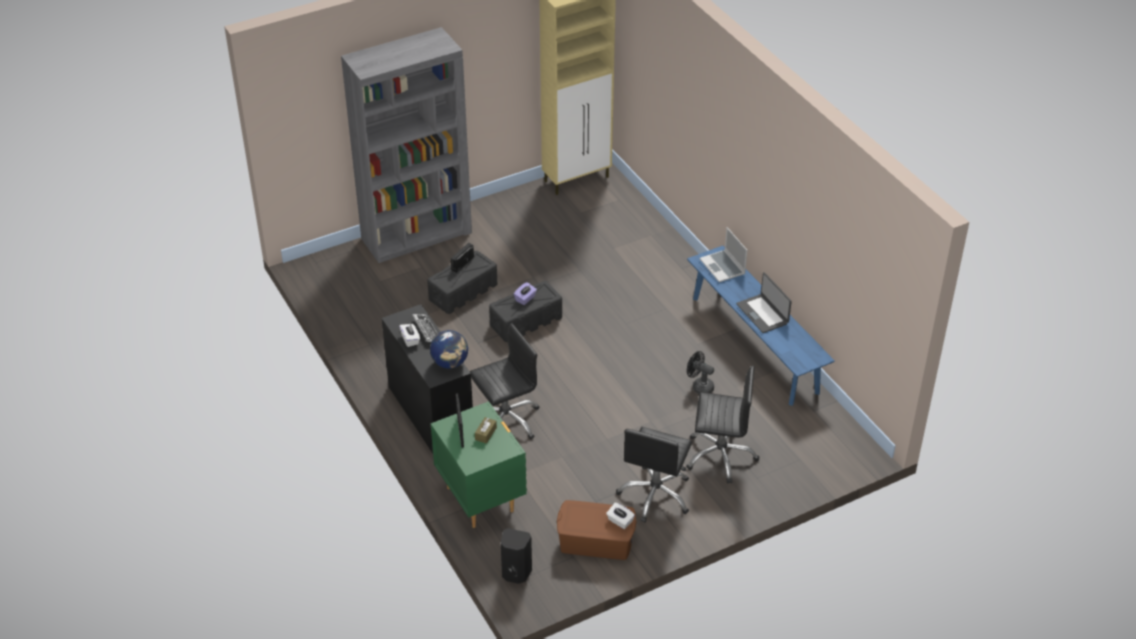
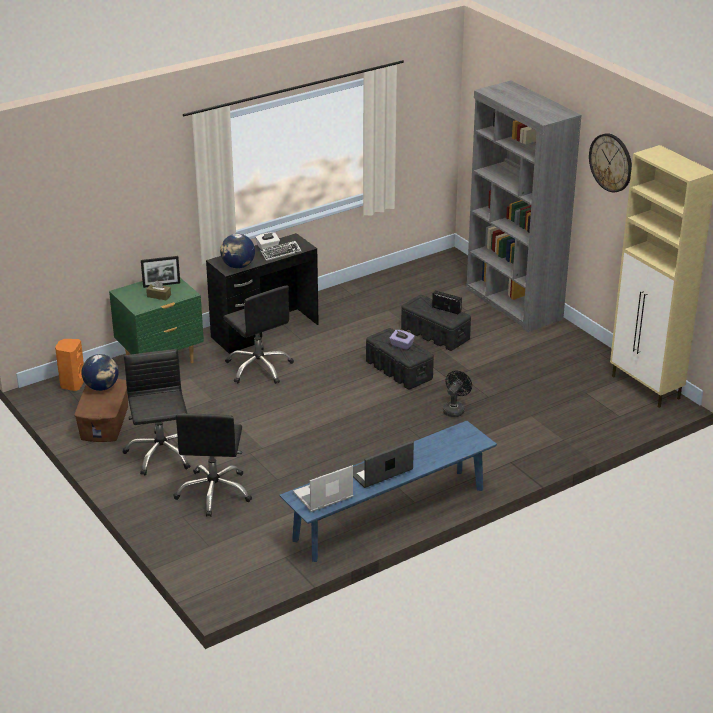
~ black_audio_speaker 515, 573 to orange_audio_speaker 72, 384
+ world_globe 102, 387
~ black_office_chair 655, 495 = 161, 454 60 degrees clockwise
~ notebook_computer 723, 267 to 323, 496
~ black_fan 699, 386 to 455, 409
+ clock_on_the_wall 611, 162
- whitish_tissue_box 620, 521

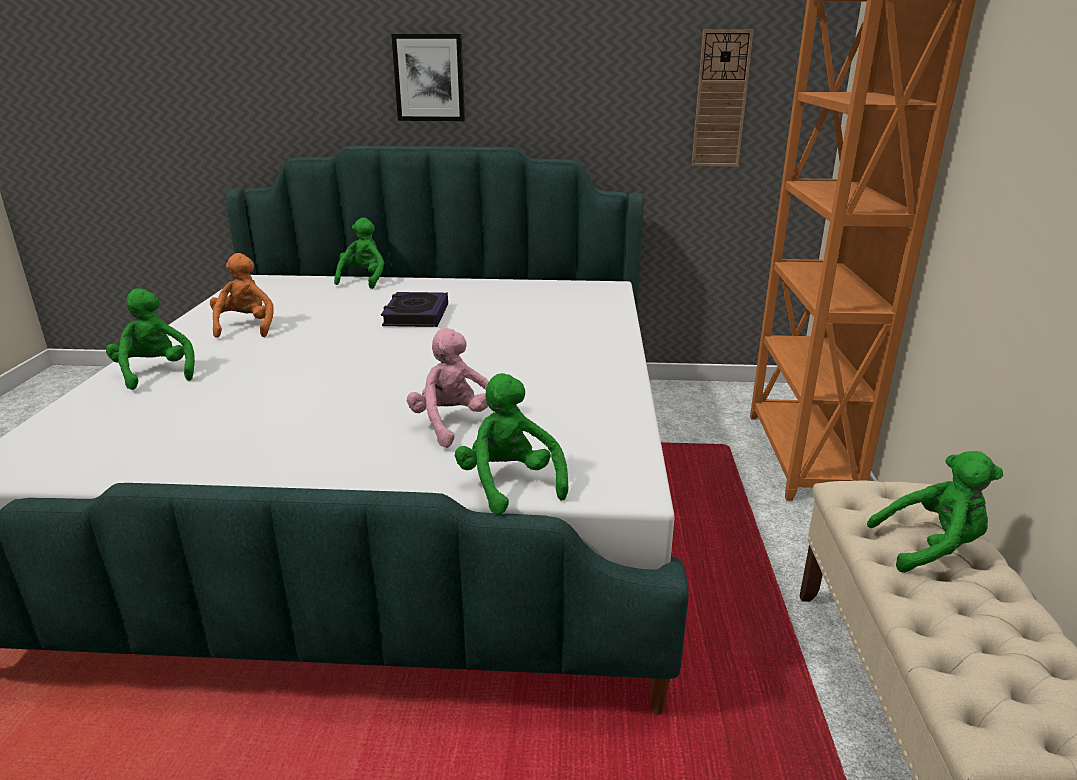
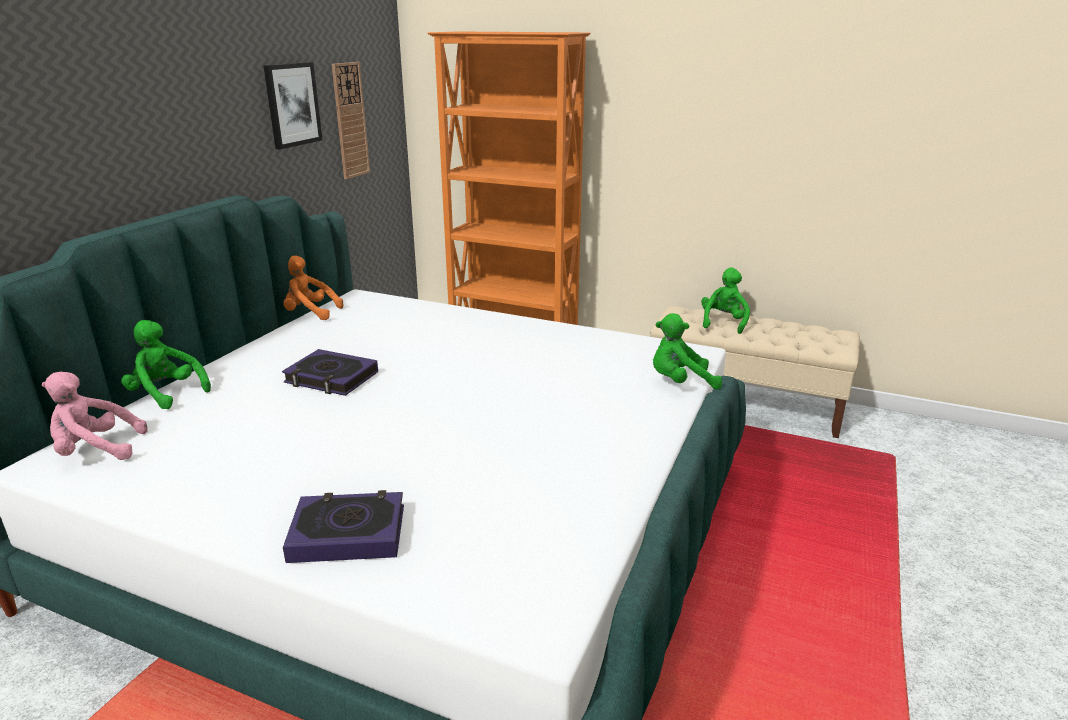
~ pinkish_cuddly_toy 455, 425 to 96, 451
~ wall_art 429, 78 to 292, 104
~ orange_cuddly_toy 245, 327 to 309, 313
~ greenish_cuddly_toy 156, 373 to book 348, 533

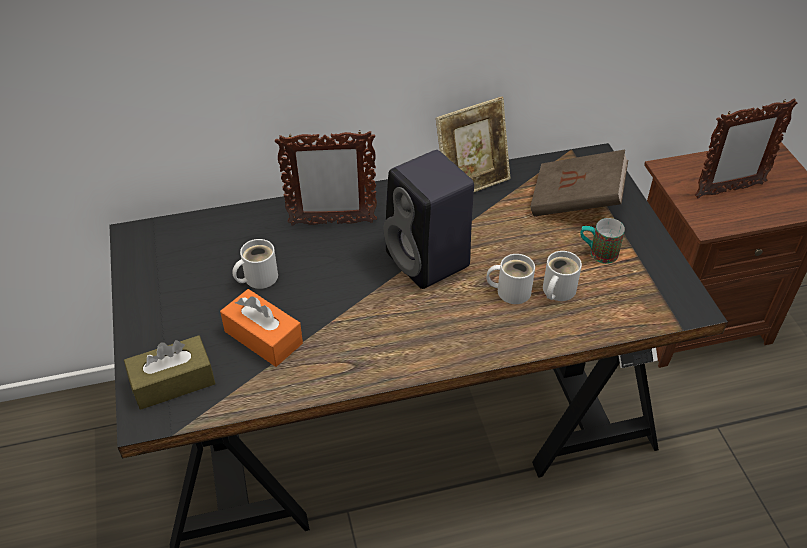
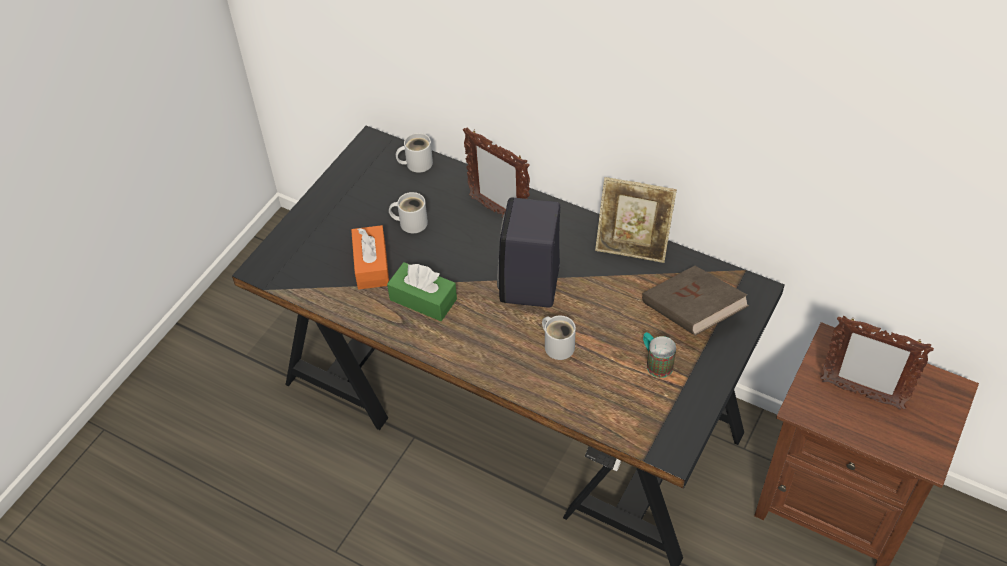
+ greenish_tissue_box 423, 299
~ whitish_coffee_mug 556, 290 to 416, 163
- brown_tissue_box 173, 382

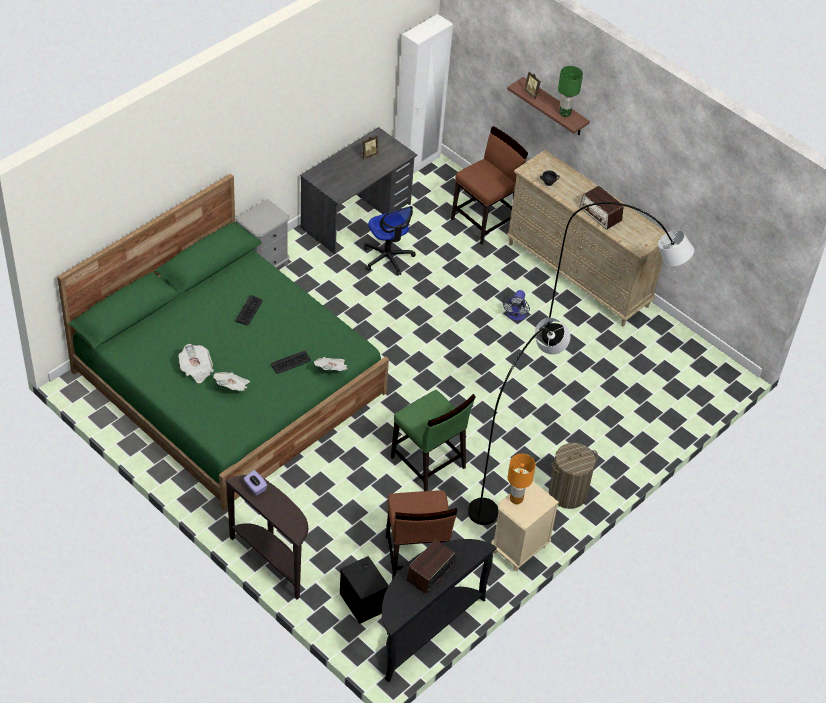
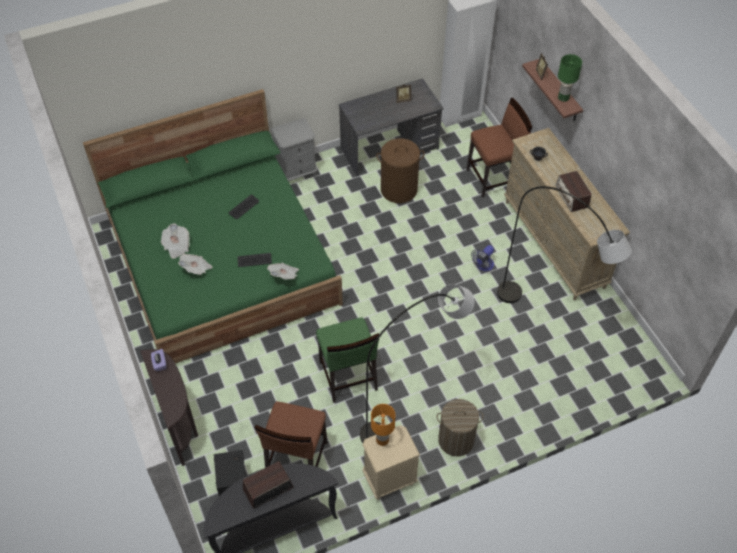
~ office_chair 388, 258 to brown_washing_basket 398, 190

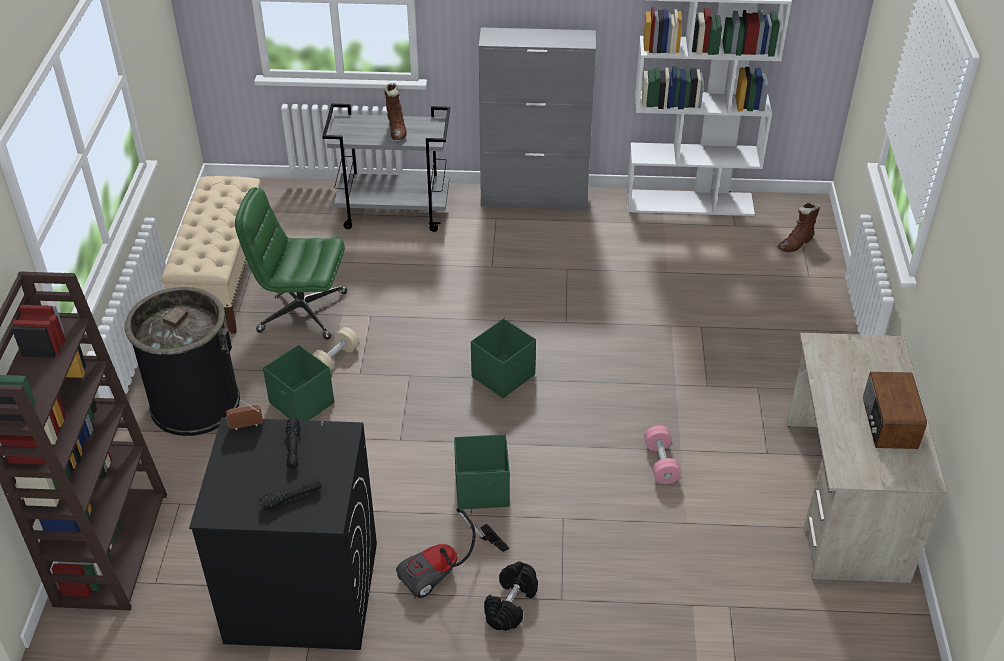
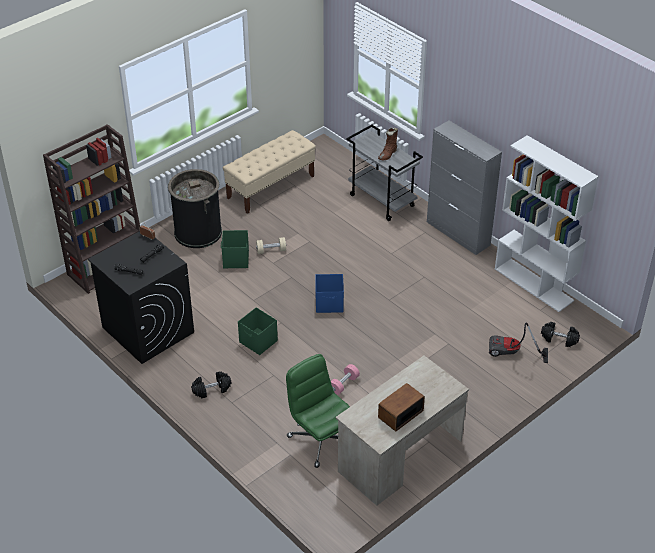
~ greenish_office_chair 301, 312 to 321, 440
~ greenish_storage_container 504, 375 to blue-coloured_storage_container 329, 304
~ vacuum_cleaner 446, 571 to 512, 353
~ brown_tall_boot 796, 244 to black_hand_weight 559, 339

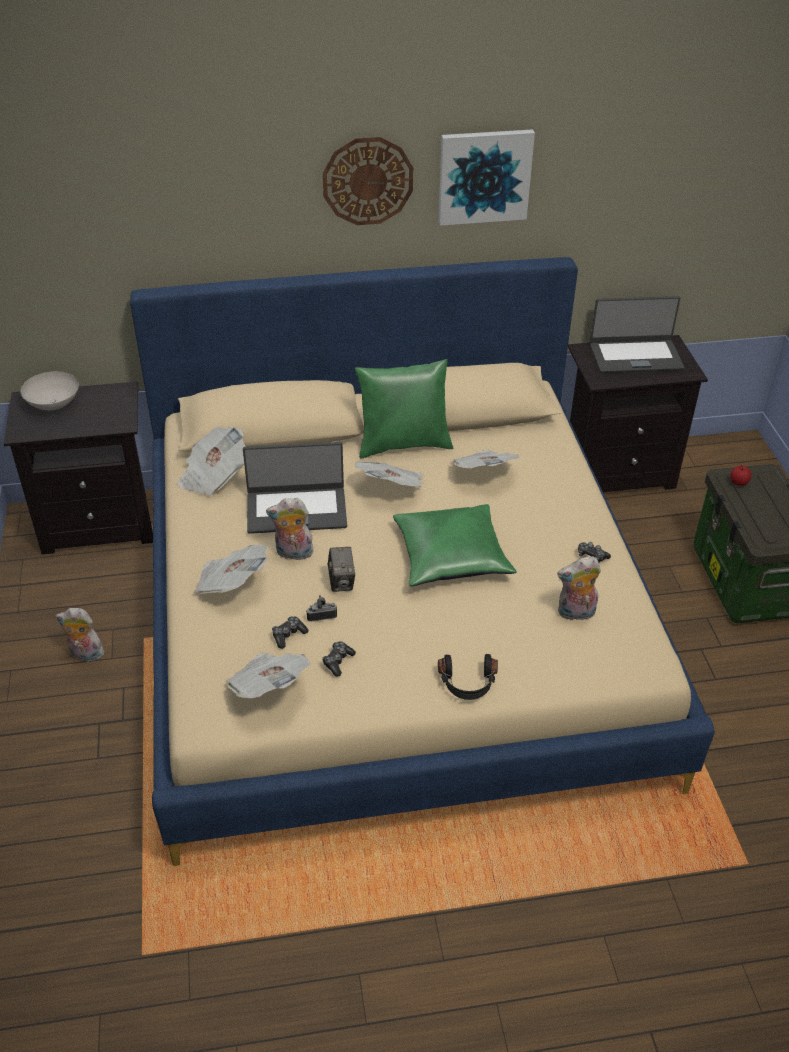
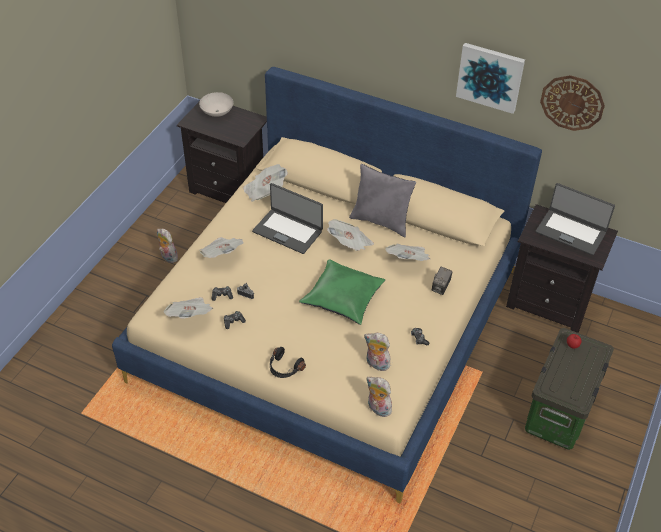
~ greenish_throw_pillow 404, 444 to greyish_throw_pillow 381, 221
~ cuddly_toy 293, 554 to 377, 409
~ still_camera 341, 582 to 440, 288
~ clock_on_the_wall 367, 181 to 572, 102

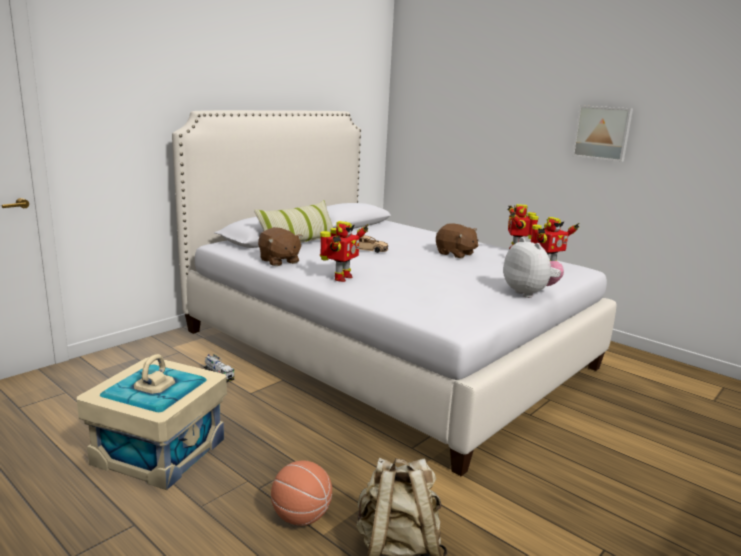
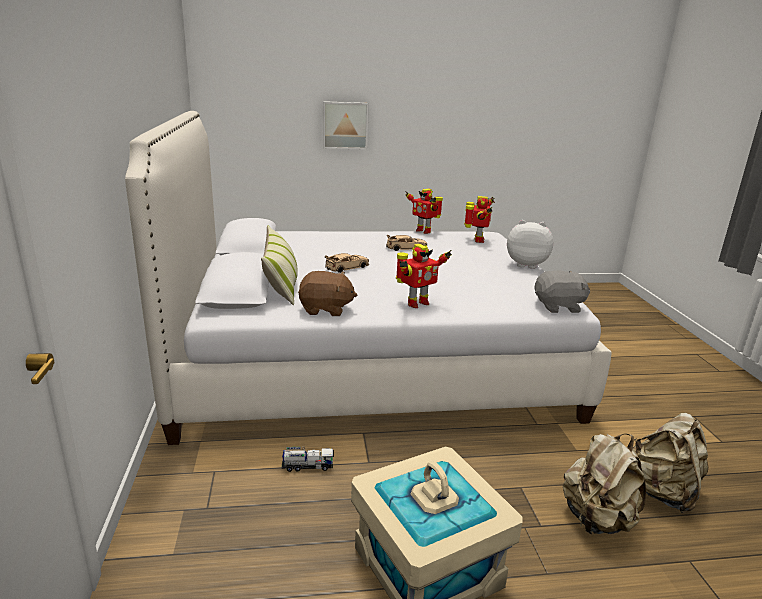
~ wall_art 602, 133 to 345, 125
~ brown_cuddly_toy 455, 254 to beige_model_car 406, 248
~ toy_robot 341, 278 = 416, 303 75 degrees clockwise
+ greyish_cuddly_toy 558, 307
~ basketball 301, 517 to beige_backpack 597, 519

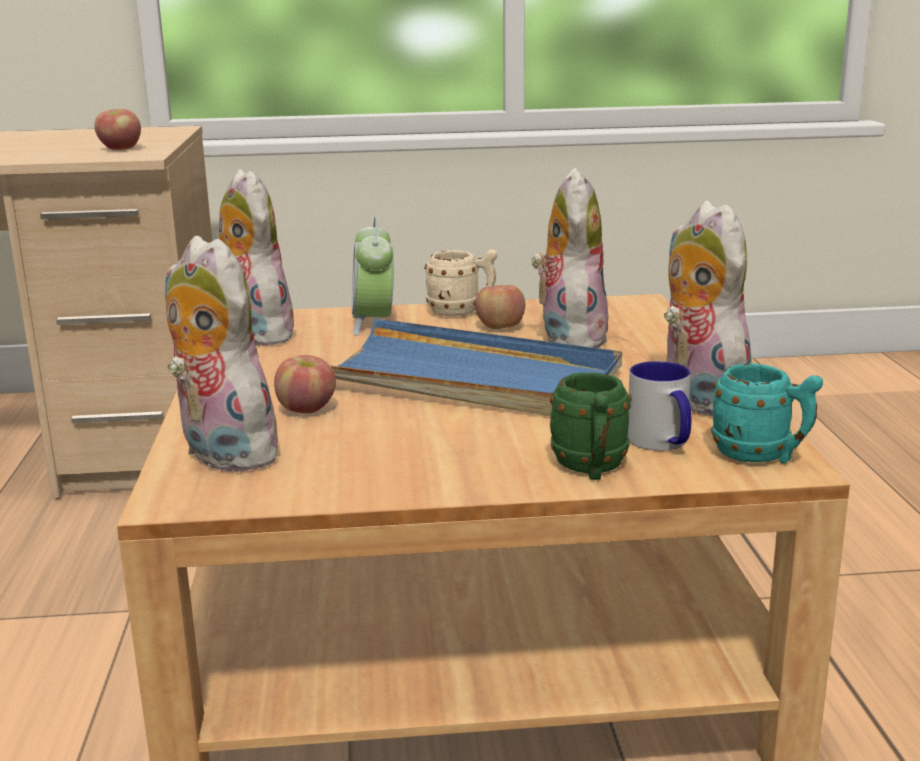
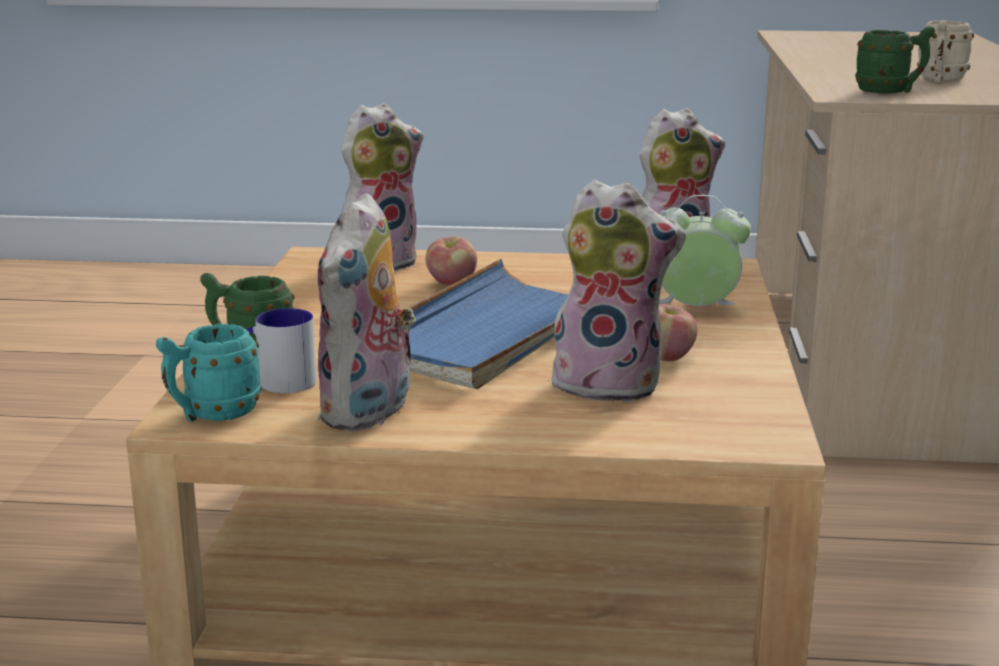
~ cuddly_toy 697, 400 = 369, 413 120 degrees clockwise
~ apple_fruit 120, 149 to greenish_coffee_mug 890, 92
~ beige_coffee_mug 462, 312 to 940, 80

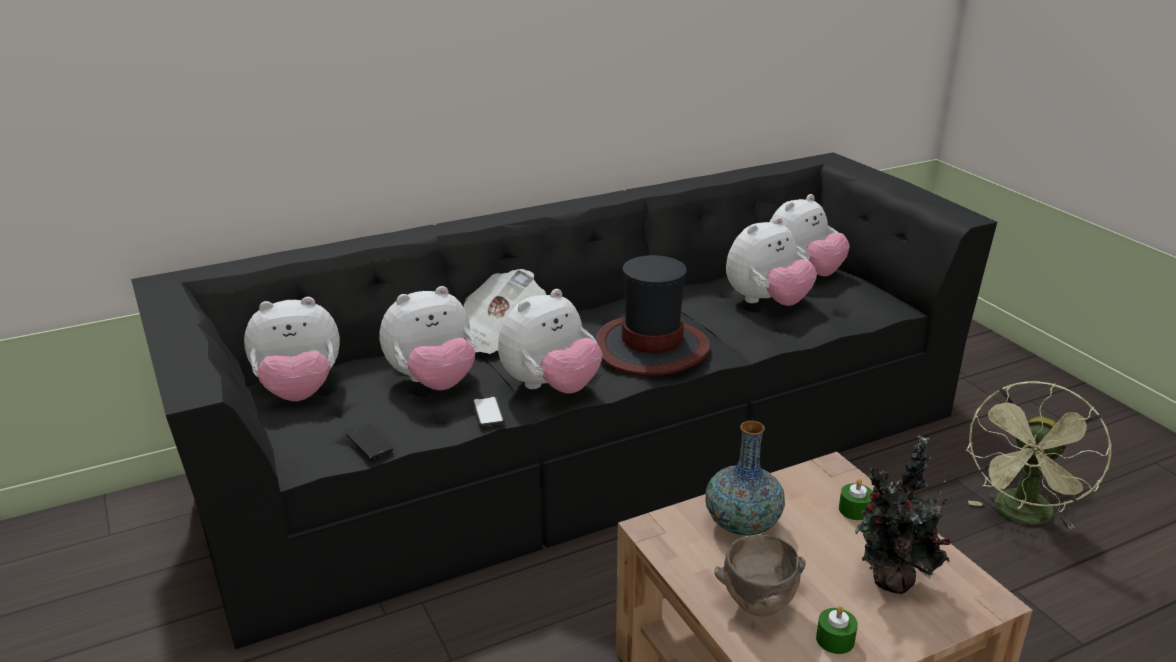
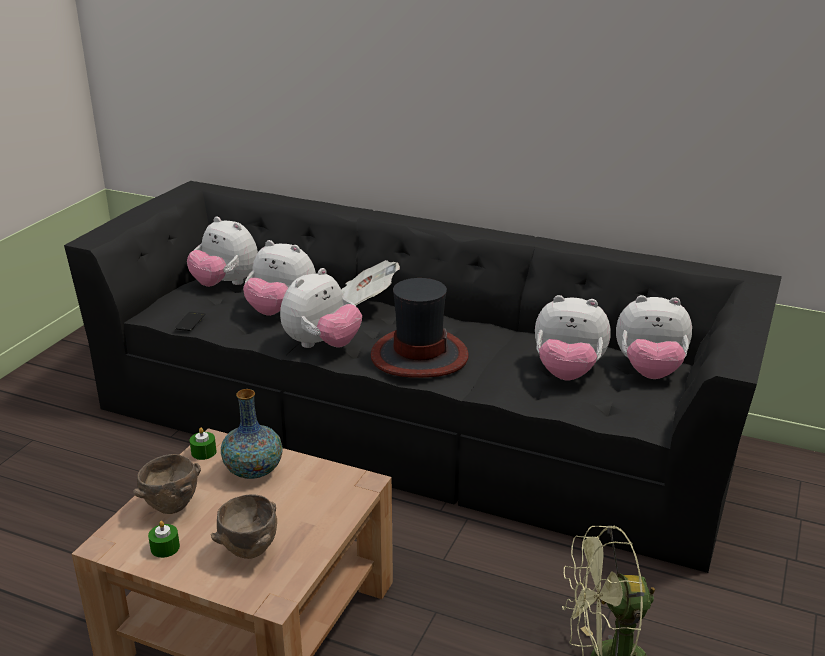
~ greenish_candle 855, 510 to 203, 452
~ potted_plant 891, 583 to brown_bowl 249, 551
~ cuddly_toy 550, 387 = 322, 345 60 degrees counterclockwise
- phone 488, 412

